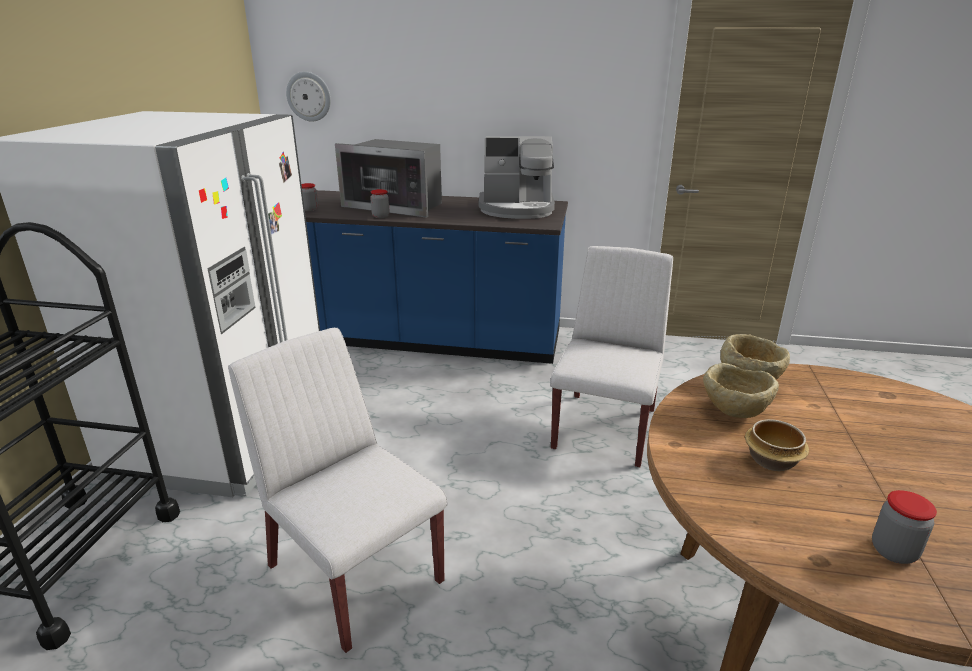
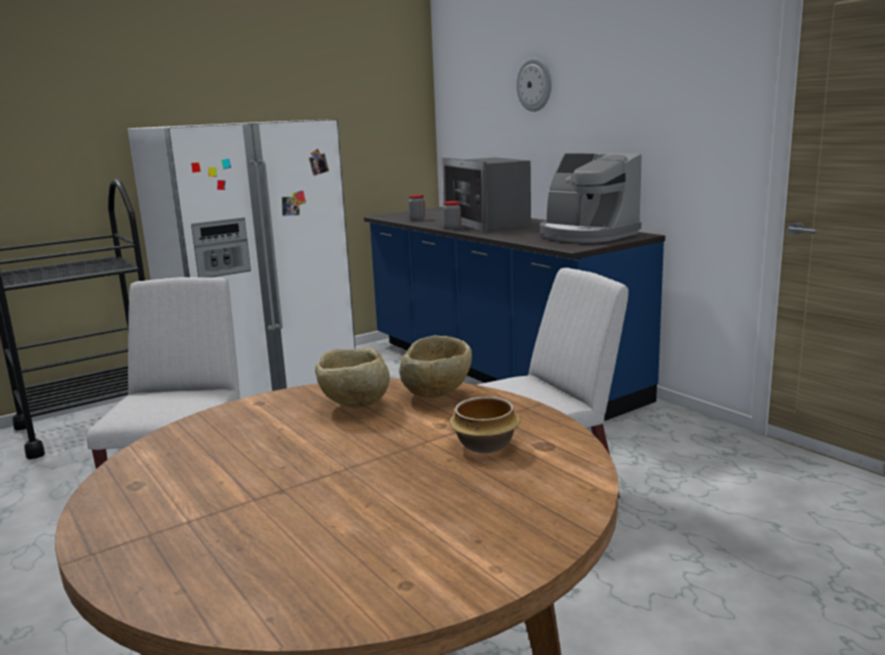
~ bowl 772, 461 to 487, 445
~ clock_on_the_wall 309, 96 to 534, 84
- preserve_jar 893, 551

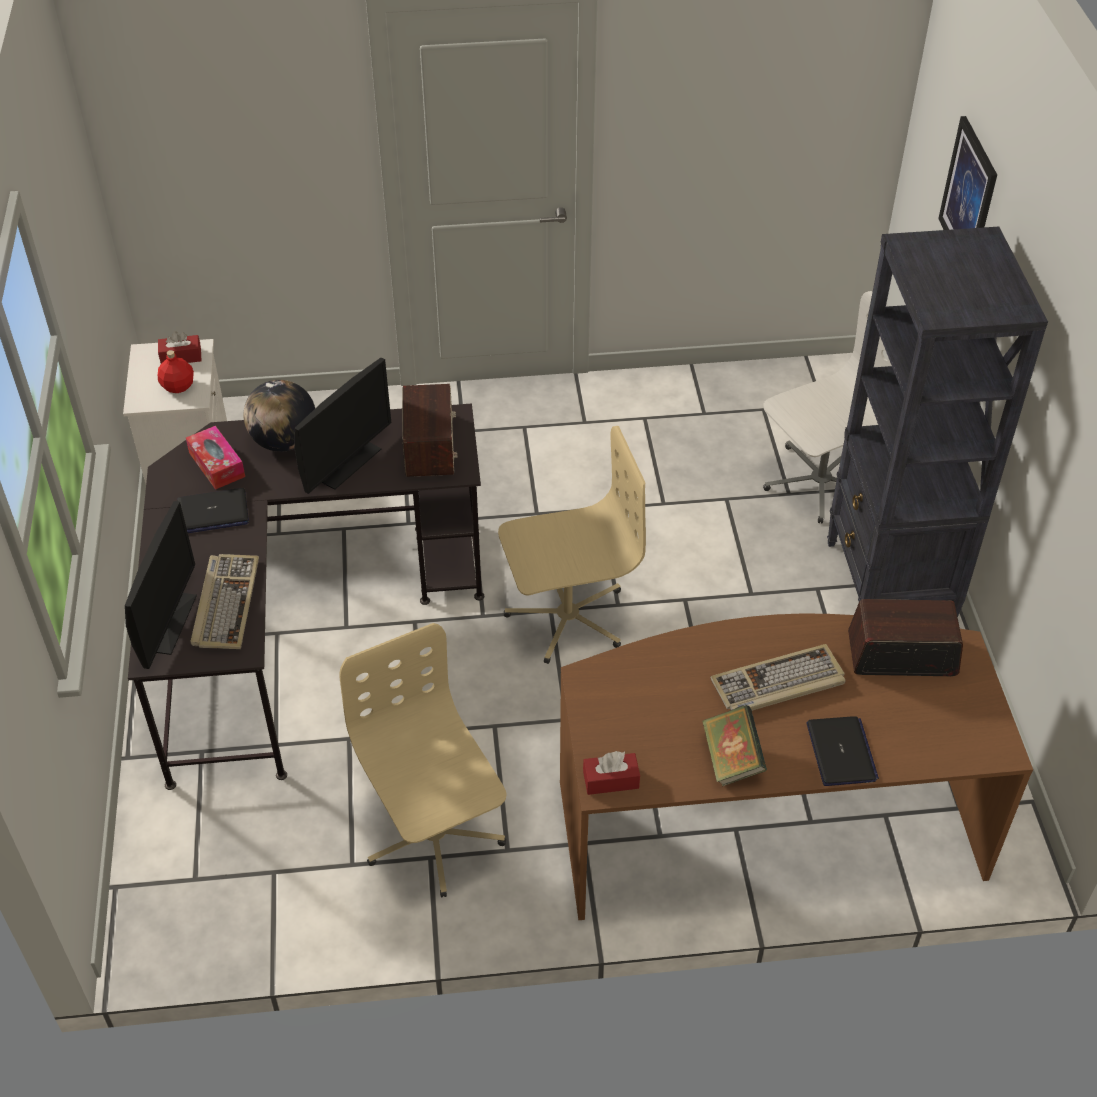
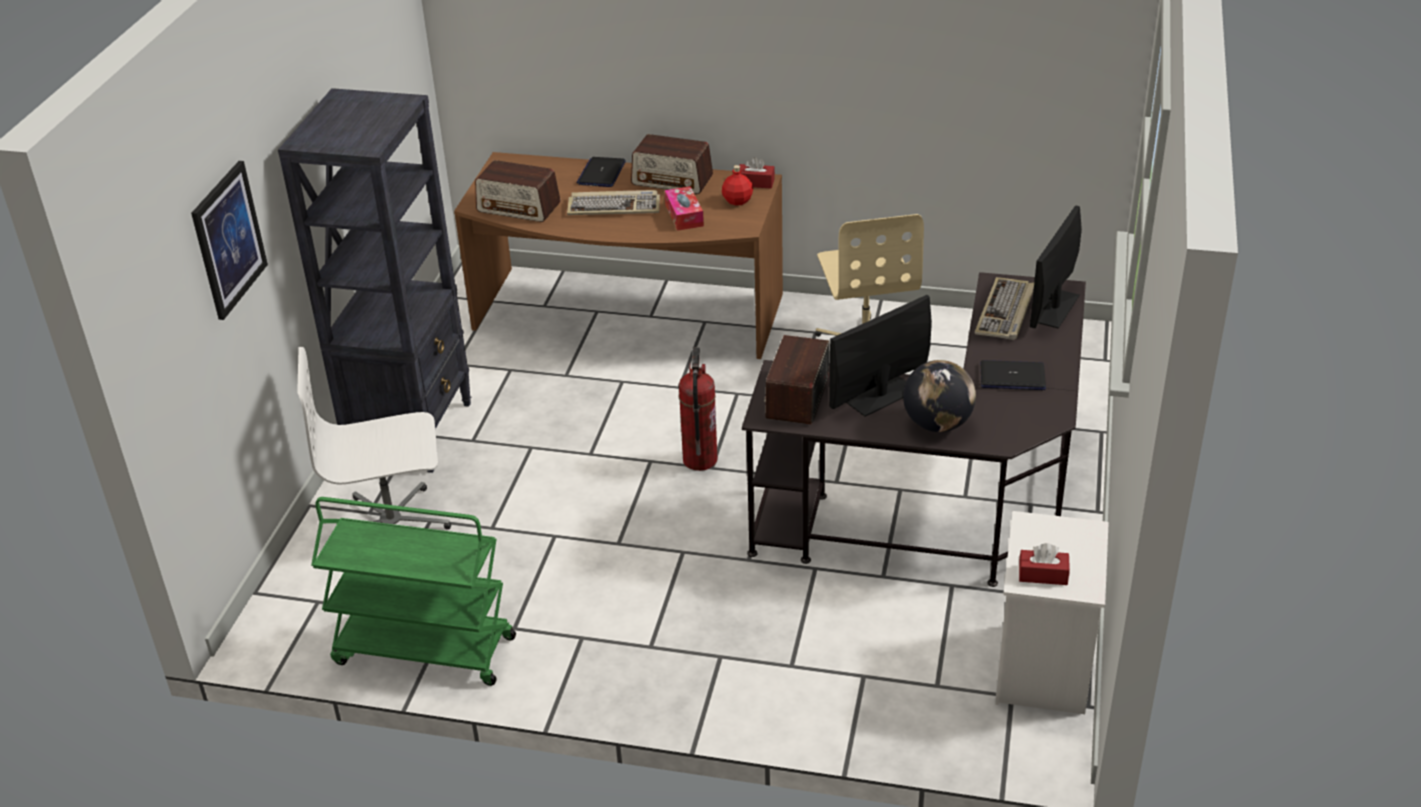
+ greenish_wheeled_cart 423, 651
~ book 731, 759 to radio_set 672, 180
~ tissue_box 217, 465 to 684, 215
~ beige_office_chair 567, 616 to fire-fighting_cylinder 700, 460
~ red-coloured_bottle 177, 386 to 738, 201

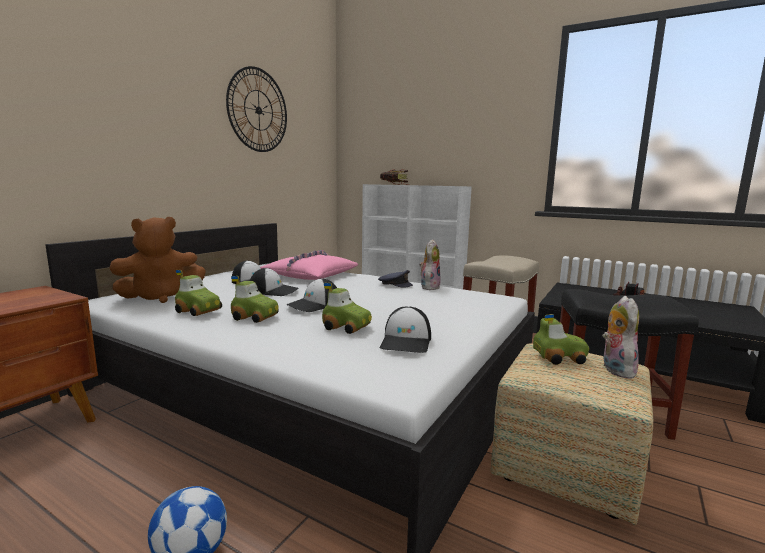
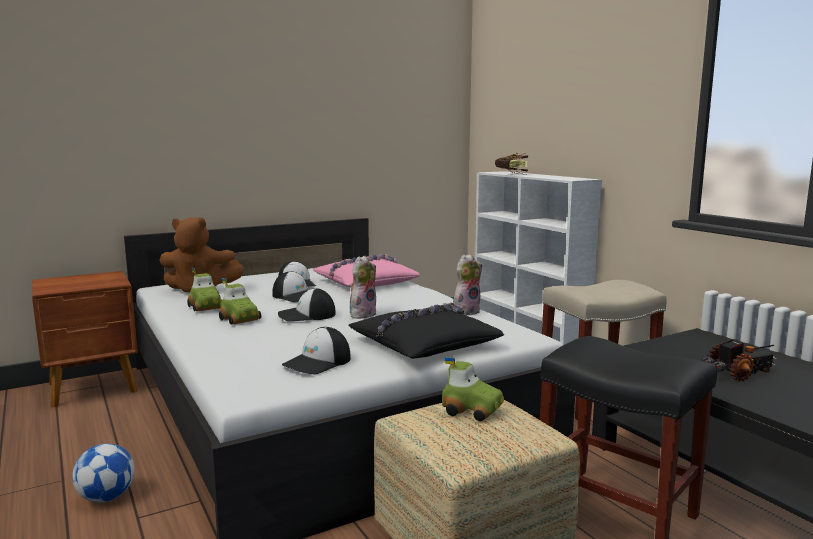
+ black_throw_pillow 424, 344
~ cuddly_toy 615, 369 to 362, 314
- clock_on_the_wall 258, 110
- model_car 347, 327
- greyish_baseball_cap 395, 284

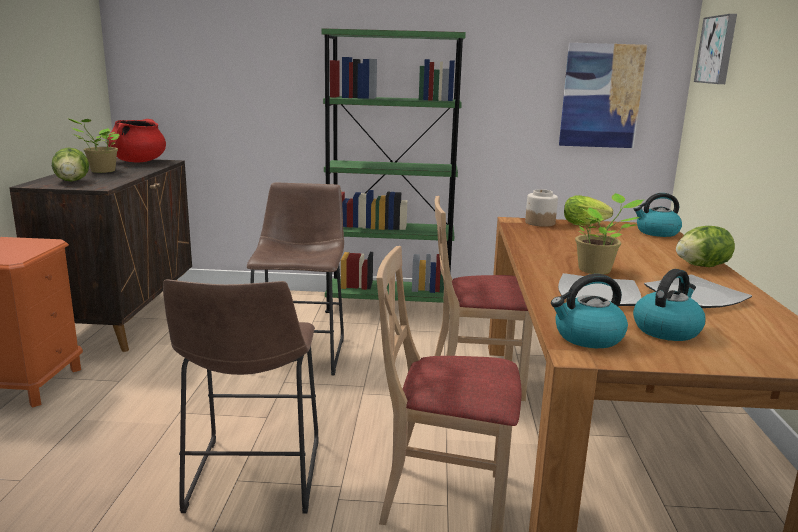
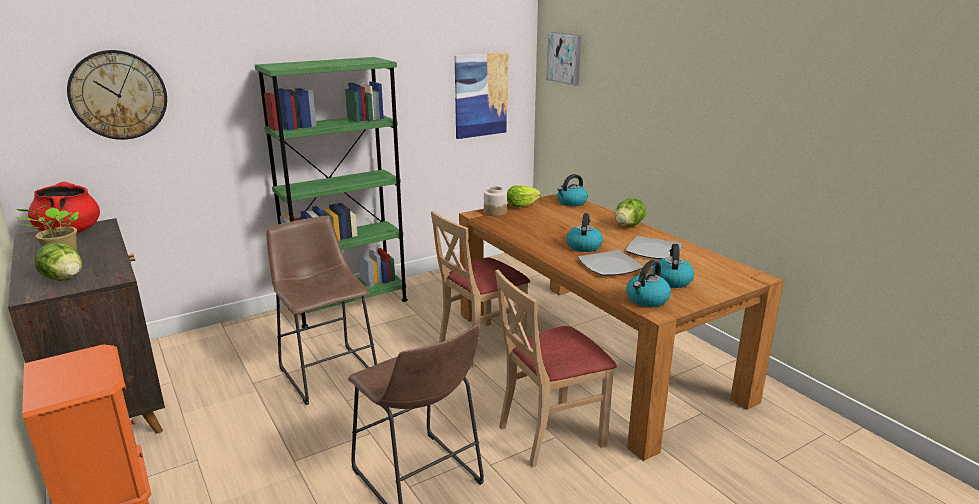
+ clock_on_the_wall 118, 95
~ potted_plant 597, 270 to kettle 583, 246

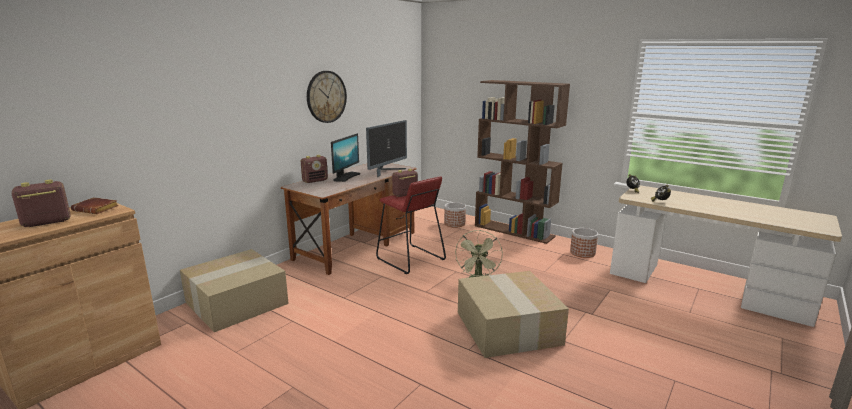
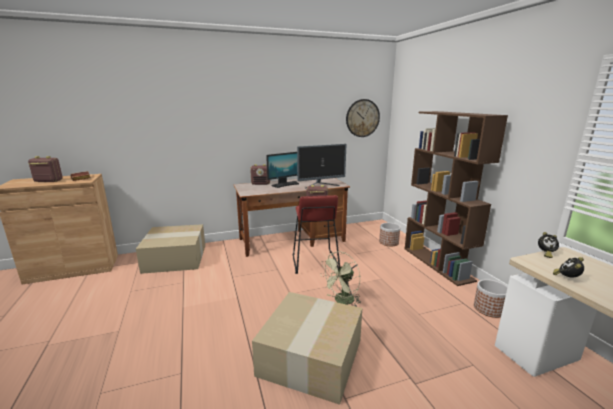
~ clock_on_the_wall 326, 97 to 362, 118

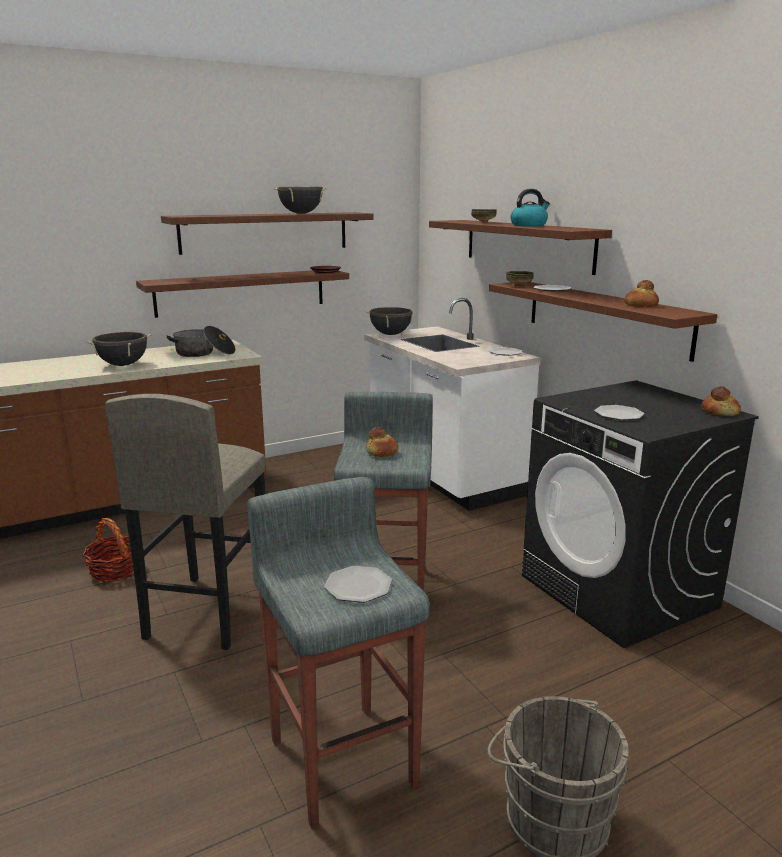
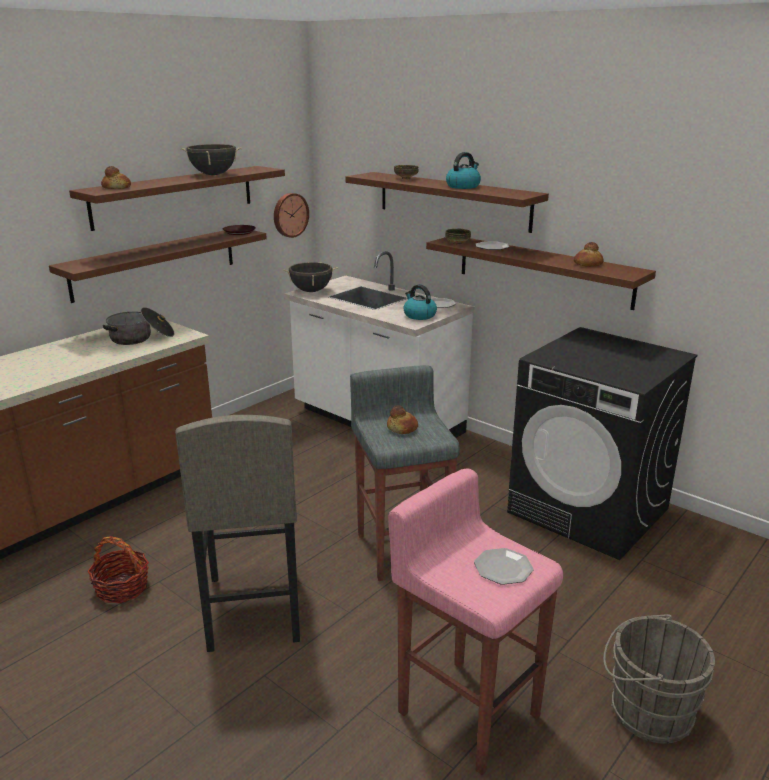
~ bakery_bread 720, 412 to 117, 187
+ clock_on_the_wall 289, 215
~ greyish_stool 343, 759 to pinkish_stool 468, 711
+ kettle 419, 315
- black_stockpot 123, 365
- plate 618, 414

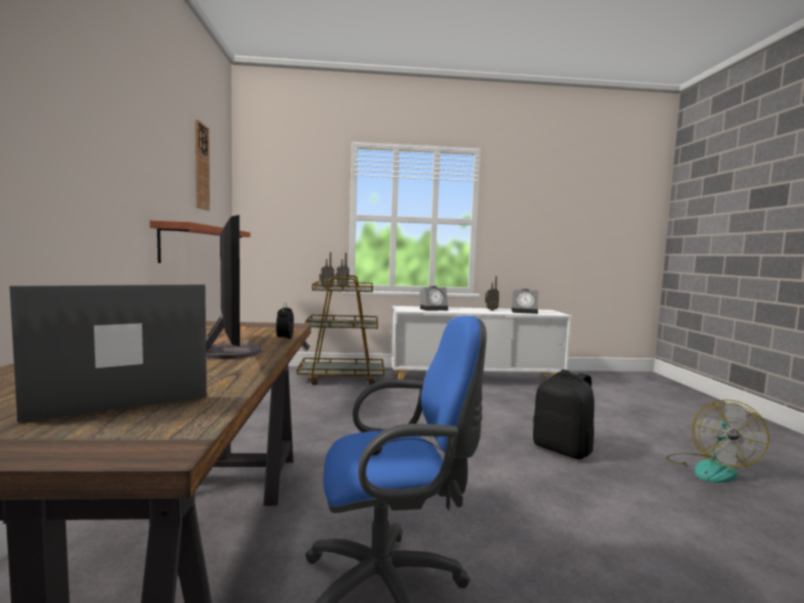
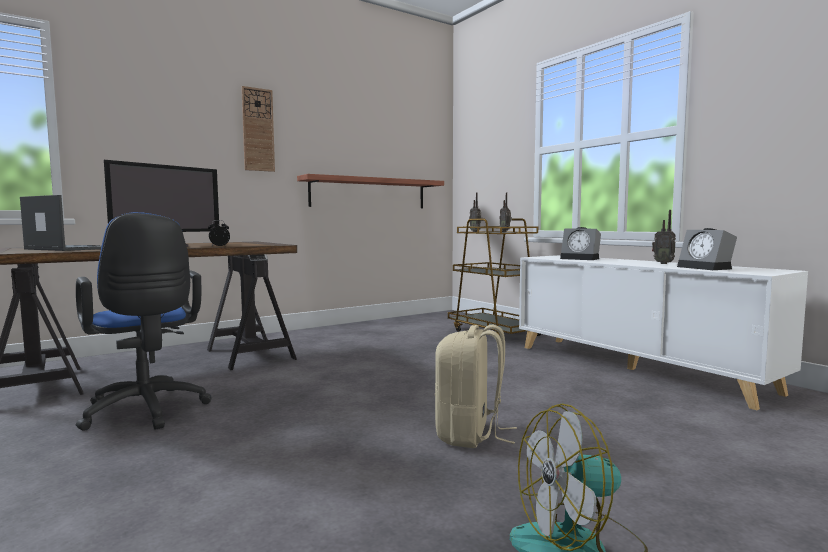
~ clock_on_the_wall 201, 167 to 258, 130
~ black_backpack 563, 449 to beige_backpack 470, 435

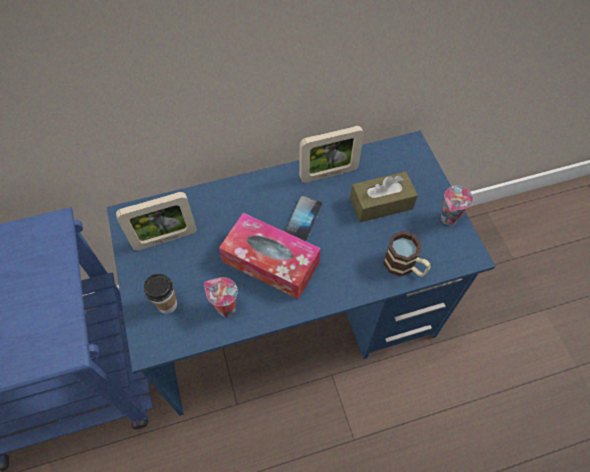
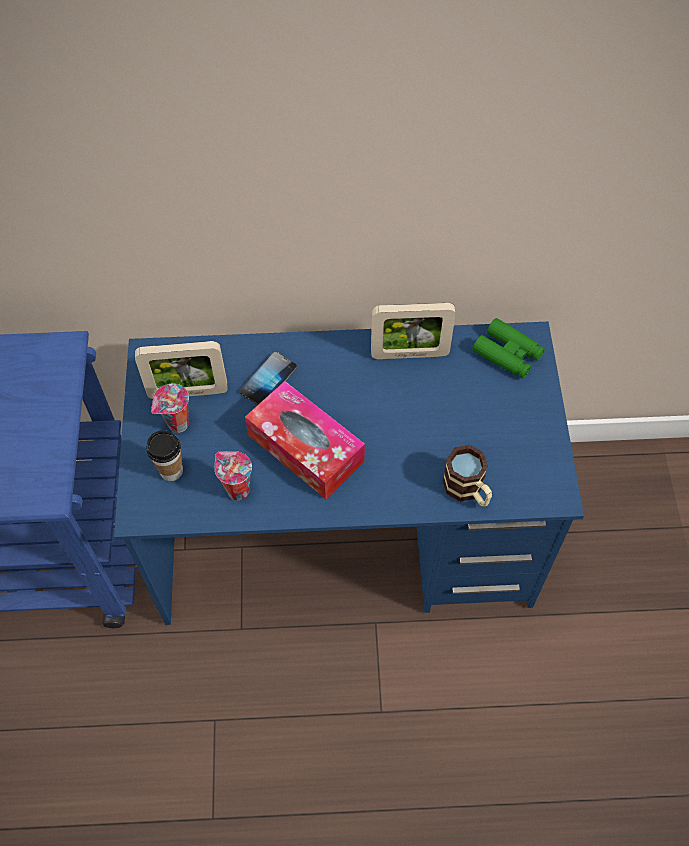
~ drinking_cup 449, 219 to 177, 425
~ phone 303, 219 to 268, 380
+ greenish_field_glasses 508, 354
- brown_tissue_box 381, 203

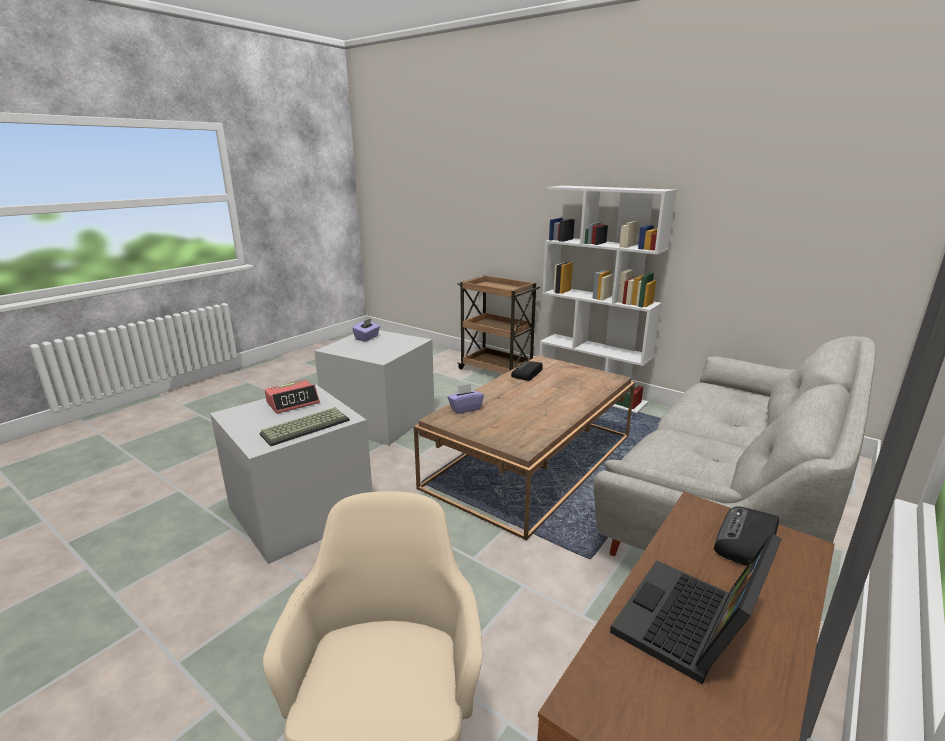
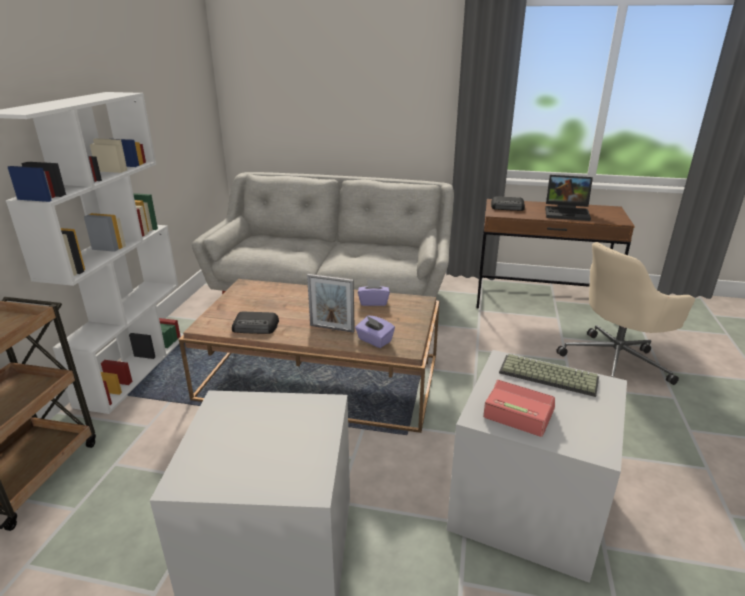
+ picture_frame 332, 328
~ purplish_tissue_box 367, 338 to 373, 302

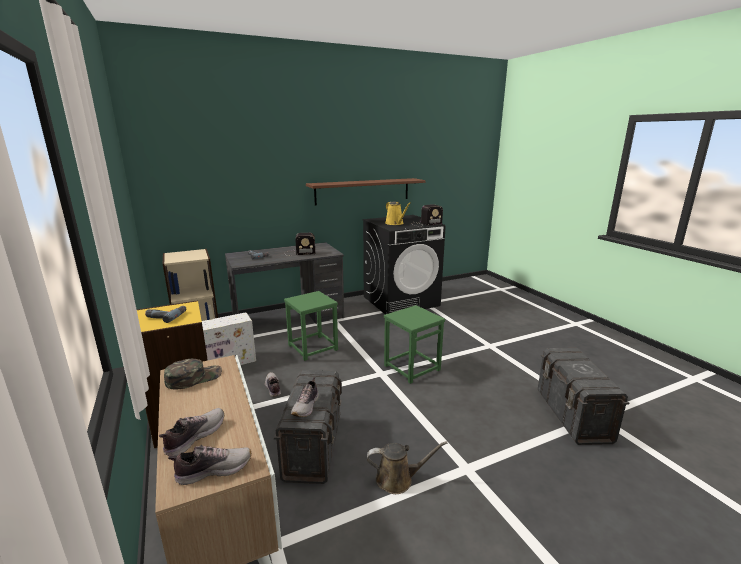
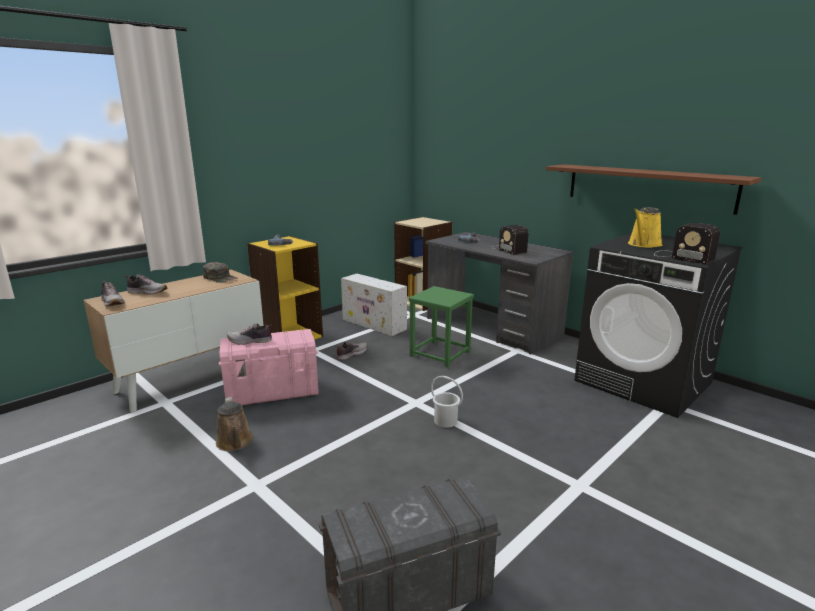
~ greyish_storage_container 313, 446 to pinkish_storage_container 273, 392
~ greenish_stool 412, 367 to whitish_pail 445, 420

